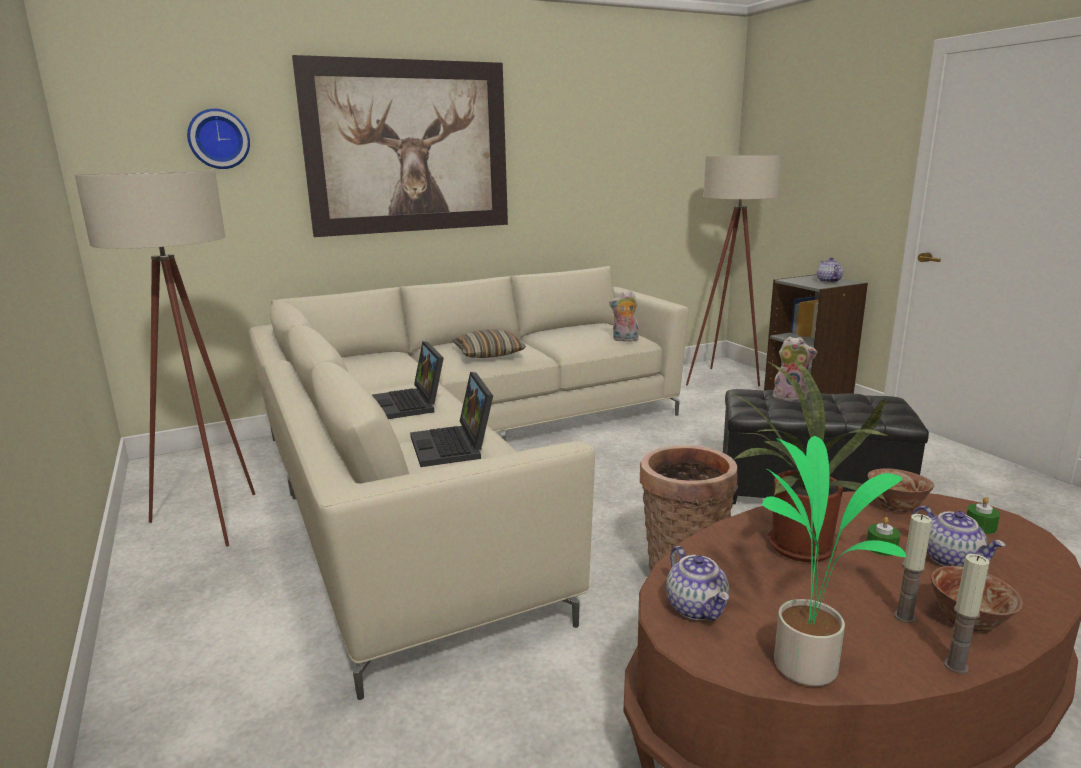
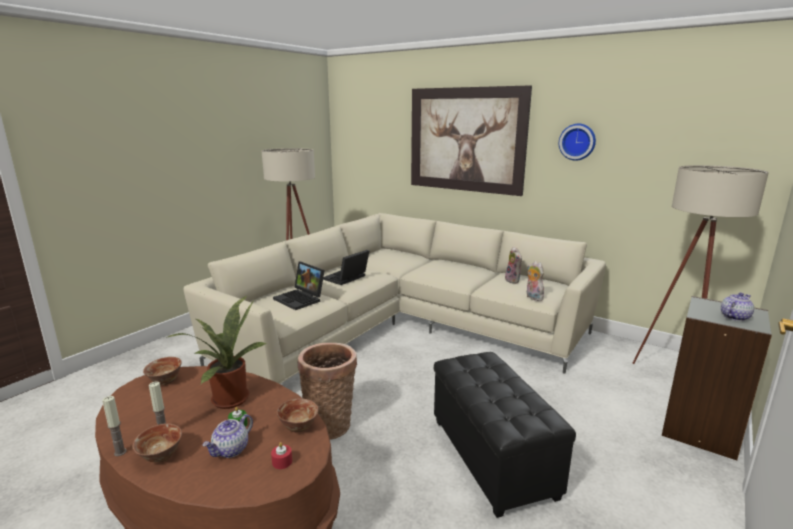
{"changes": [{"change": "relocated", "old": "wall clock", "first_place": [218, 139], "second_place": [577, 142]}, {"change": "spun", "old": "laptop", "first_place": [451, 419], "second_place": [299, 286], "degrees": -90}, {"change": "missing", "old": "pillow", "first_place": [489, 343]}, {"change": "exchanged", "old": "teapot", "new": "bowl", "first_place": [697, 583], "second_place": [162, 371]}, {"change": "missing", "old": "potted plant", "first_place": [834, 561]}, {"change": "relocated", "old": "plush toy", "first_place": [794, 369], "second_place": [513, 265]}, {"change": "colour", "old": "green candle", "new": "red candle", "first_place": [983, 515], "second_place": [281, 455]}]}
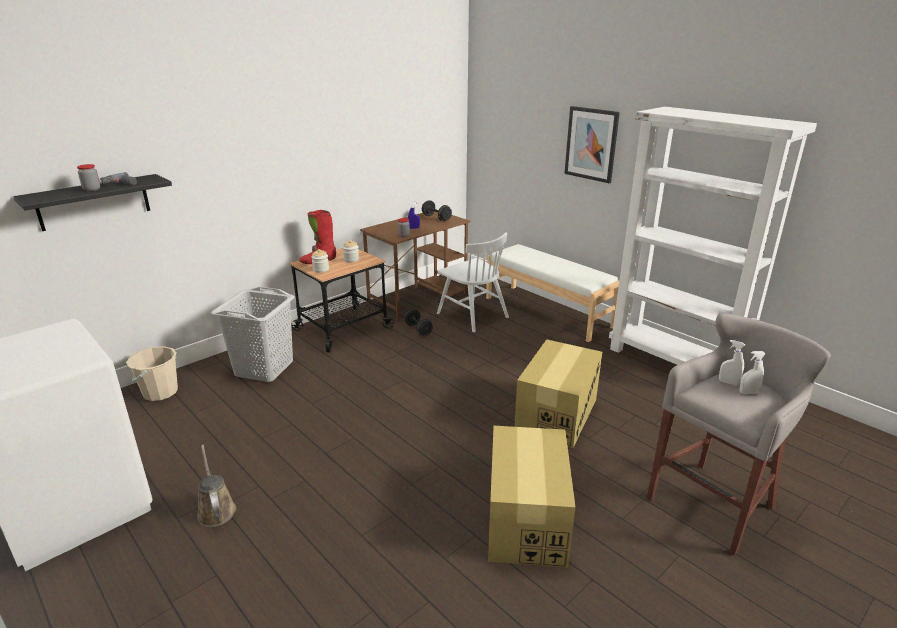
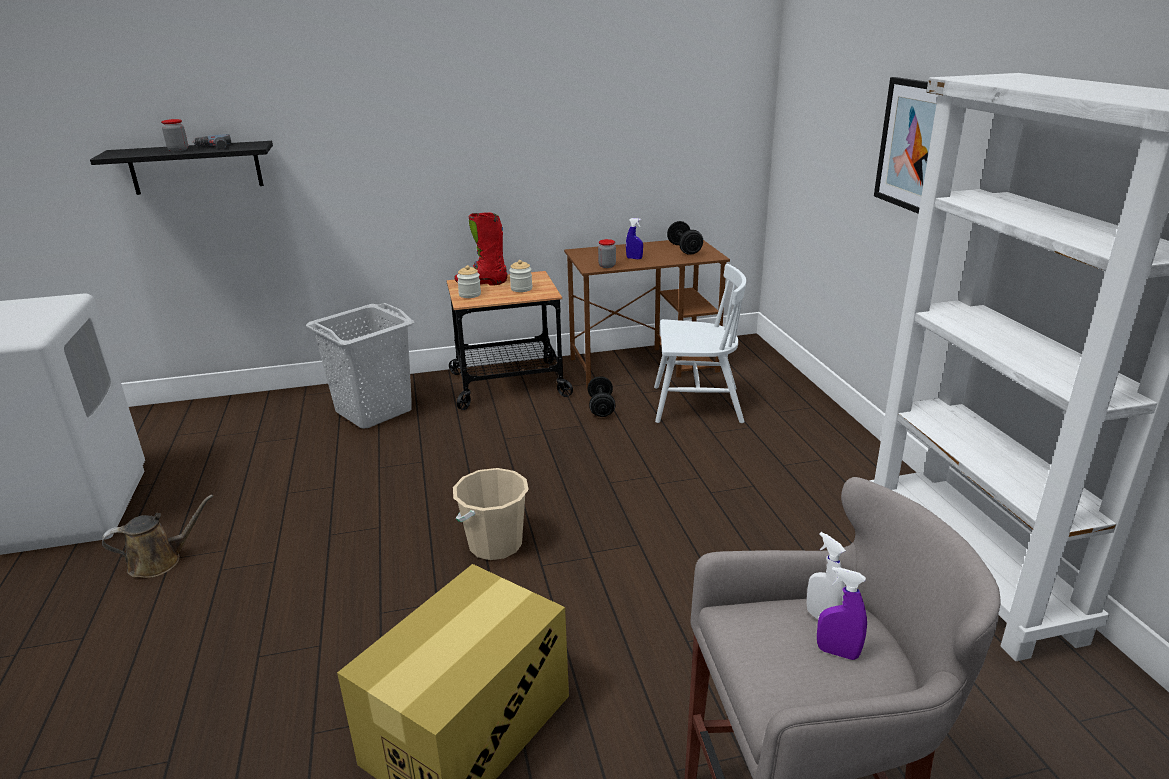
{"changes": [{"change": "relocated", "old": "beige bucket", "first_place": [152, 373], "second_place": [491, 514]}, {"change": "spun", "old": "brown watering can", "first_place": [216, 486], "second_place": [157, 536], "degrees": 60}, {"change": "spun", "old": "white chair", "first_place": [473, 282], "second_place": [700, 343], "degrees": -75}, {"change": "missing", "old": "white bench", "first_place": [553, 293]}, {"change": "missing", "old": "cardboard box", "first_place": [558, 393]}, {"change": "colour", "old": "white spray bottle", "new": "purple spray bottle", "first_place": [752, 372], "second_place": [842, 613]}]}
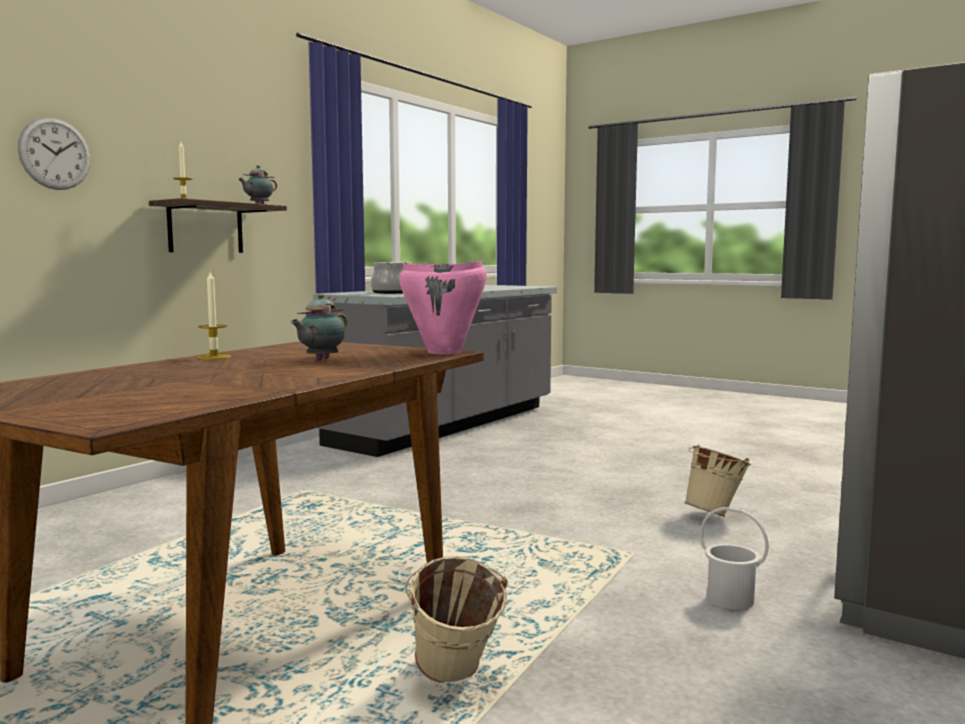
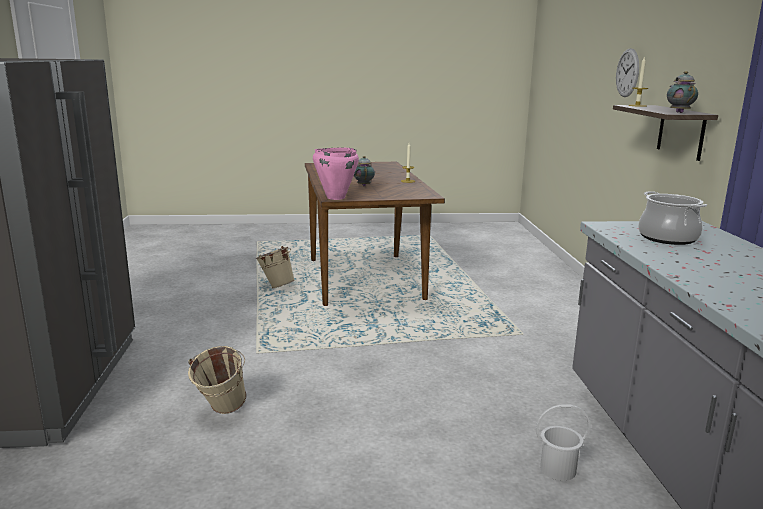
{"changes": [{"change": "relocated", "old": "white bucket", "first_place": [734, 558], "second_place": [563, 442]}]}
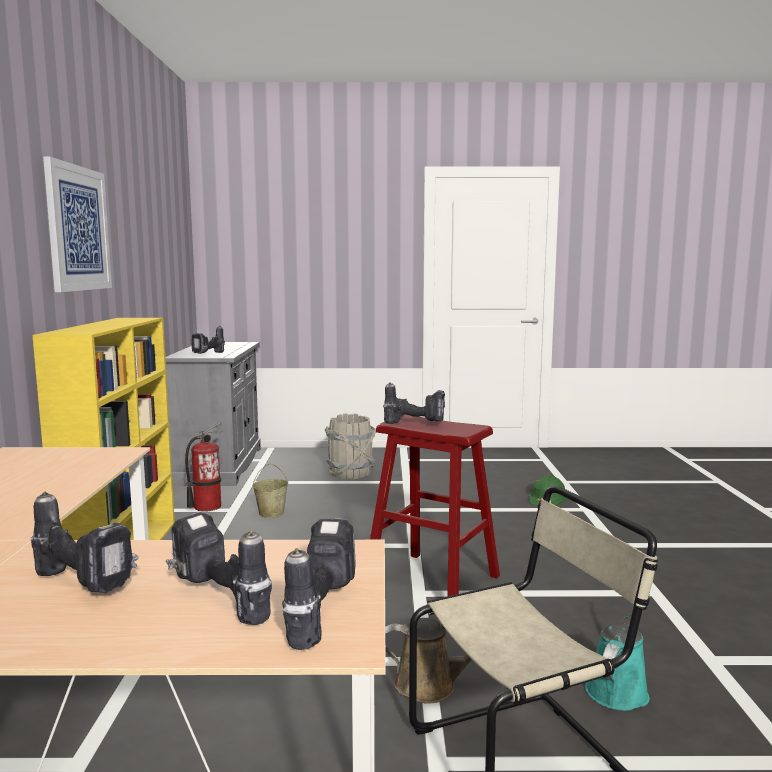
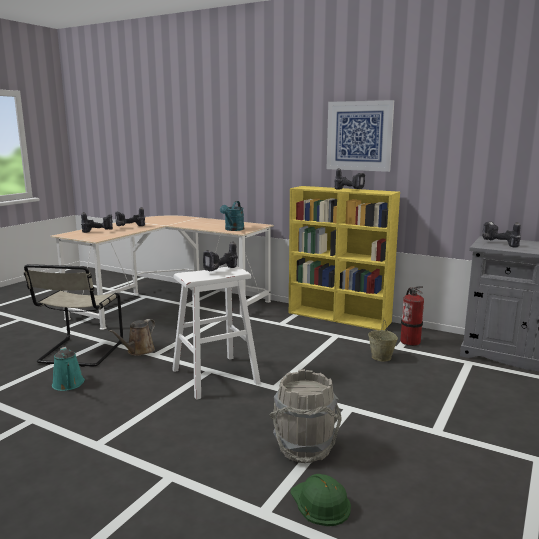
{"changes": [{"change": "relocated", "old": "power drill", "first_place": [319, 584], "second_place": [349, 179]}, {"change": "relocated", "old": "grey bucket", "first_place": [350, 446], "second_place": [306, 416]}, {"change": "colour", "old": "red stool", "new": "white stool", "first_place": [435, 505], "second_place": [216, 333]}, {"change": "appeared", "new": "turquoise watering can", "second_place": [232, 216]}]}
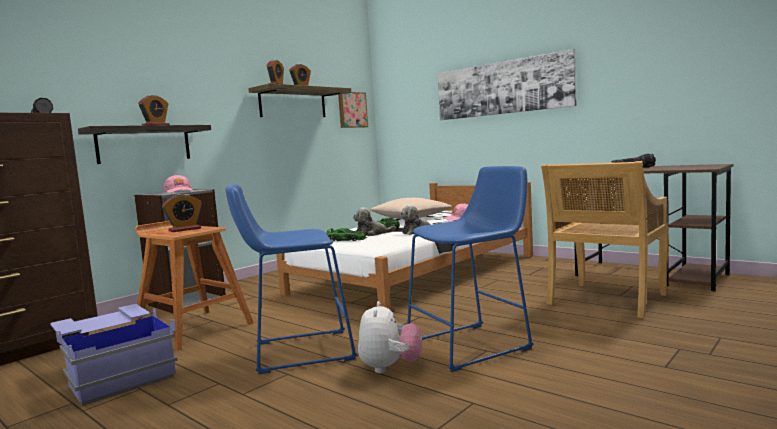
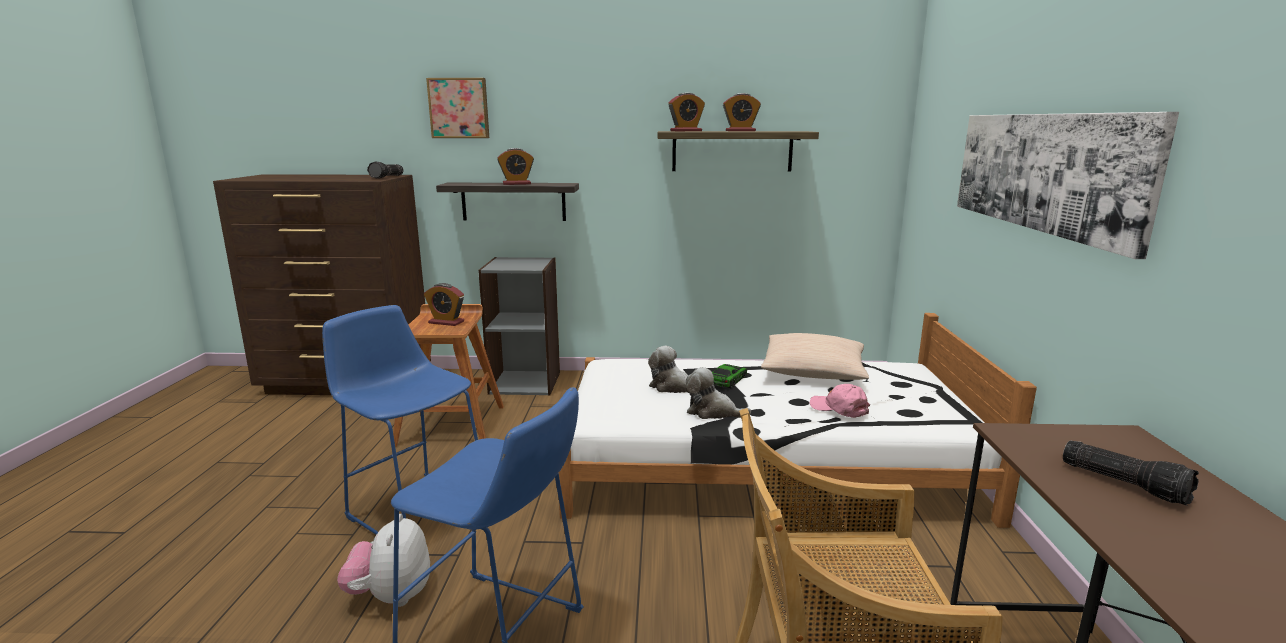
{"changes": [{"change": "missing", "old": "blue storage box", "first_place": [114, 355]}, {"change": "missing", "old": "pink cap", "first_place": [178, 184]}, {"change": "missing", "old": "toy car", "first_place": [346, 234]}, {"change": "relocated", "old": "picture", "first_place": [353, 110], "second_place": [457, 108]}, {"change": "spun", "old": "plush toy", "first_place": [390, 337], "second_place": [383, 560], "degrees": 120}]}
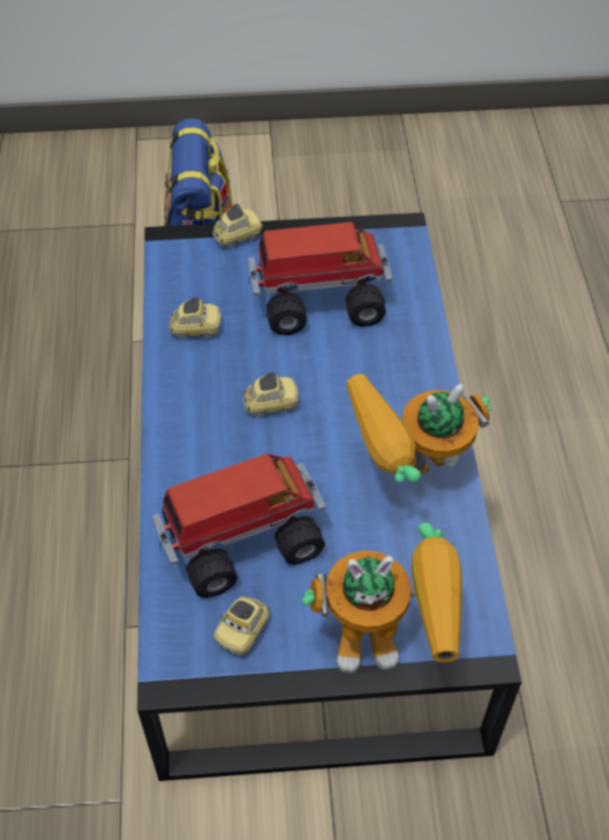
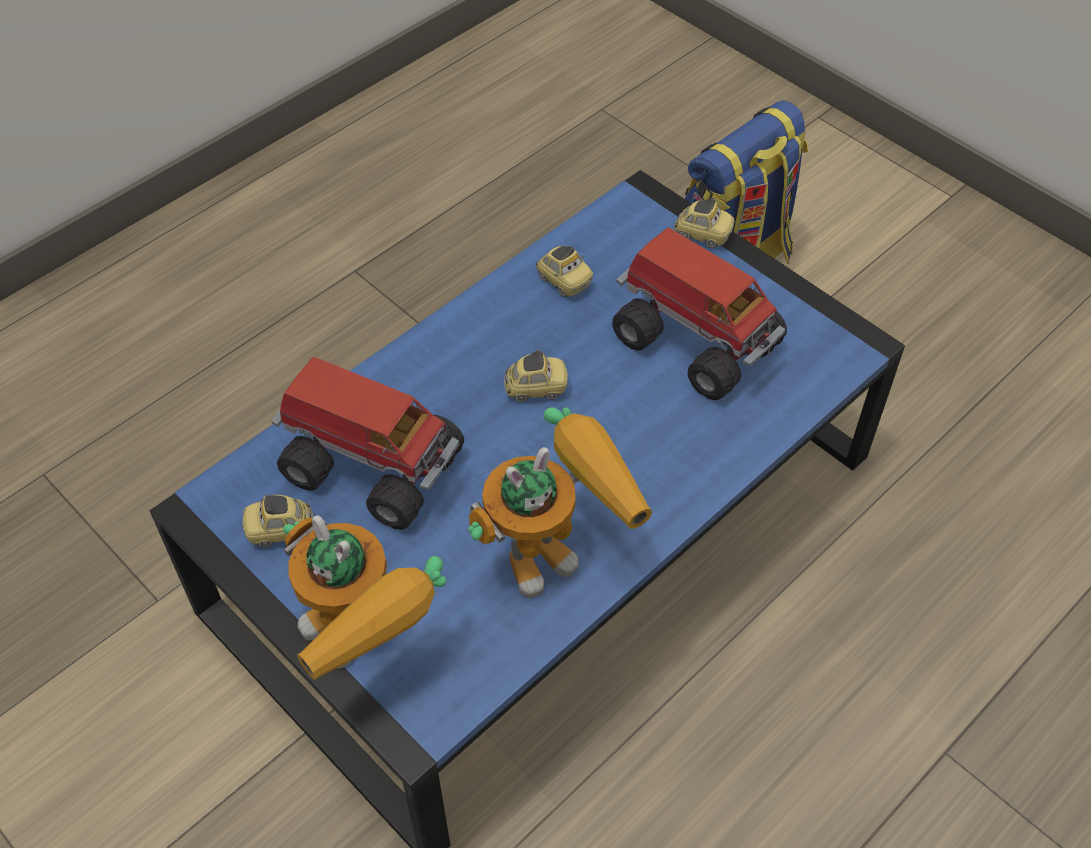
{"changes": [{"change": "spun", "old": "toy car", "first_place": [270, 394], "second_place": [536, 376], "degrees": -45}, {"change": "spun", "old": "toy robot", "first_place": [418, 428], "second_place": [560, 502], "degrees": 120}]}
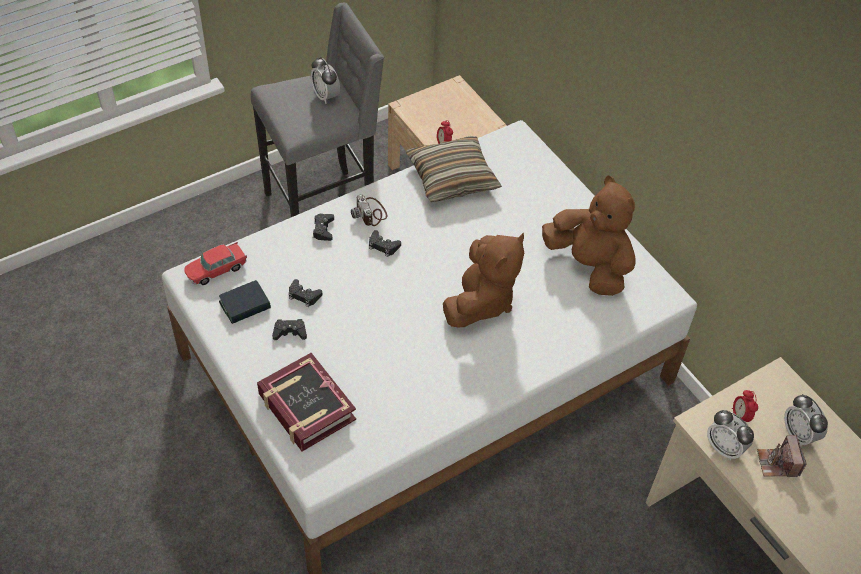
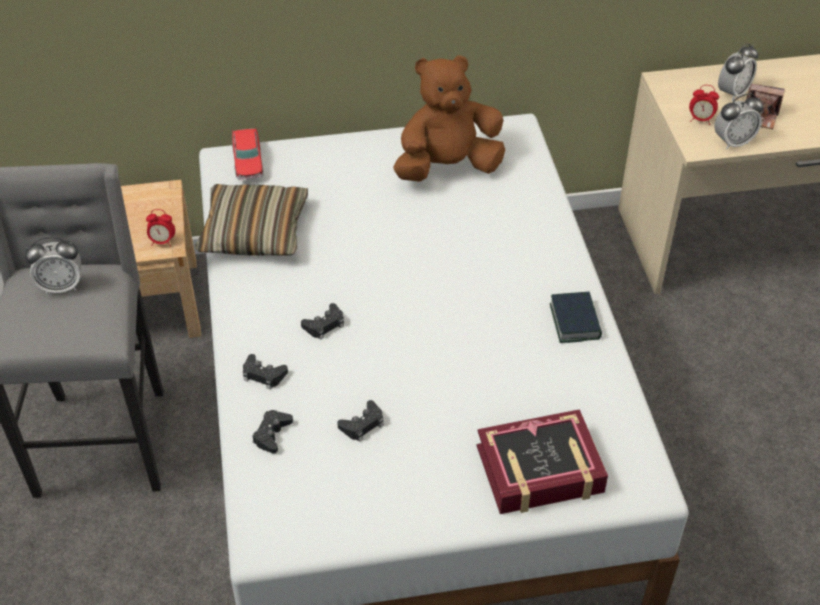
{"changes": [{"change": "relocated", "old": "toy car", "first_place": [215, 263], "second_place": [247, 153]}, {"change": "relocated", "old": "book", "first_place": [245, 302], "second_place": [576, 317]}, {"change": "relocated", "old": "black game controller", "first_place": [289, 329], "second_place": [273, 431]}, {"change": "missing", "old": "photo camera", "first_place": [369, 210]}, {"change": "missing", "old": "brown plush toy", "first_place": [483, 280]}, {"change": "spun", "old": "alarm clock", "first_place": [806, 420], "second_place": [738, 72], "degrees": -45}]}
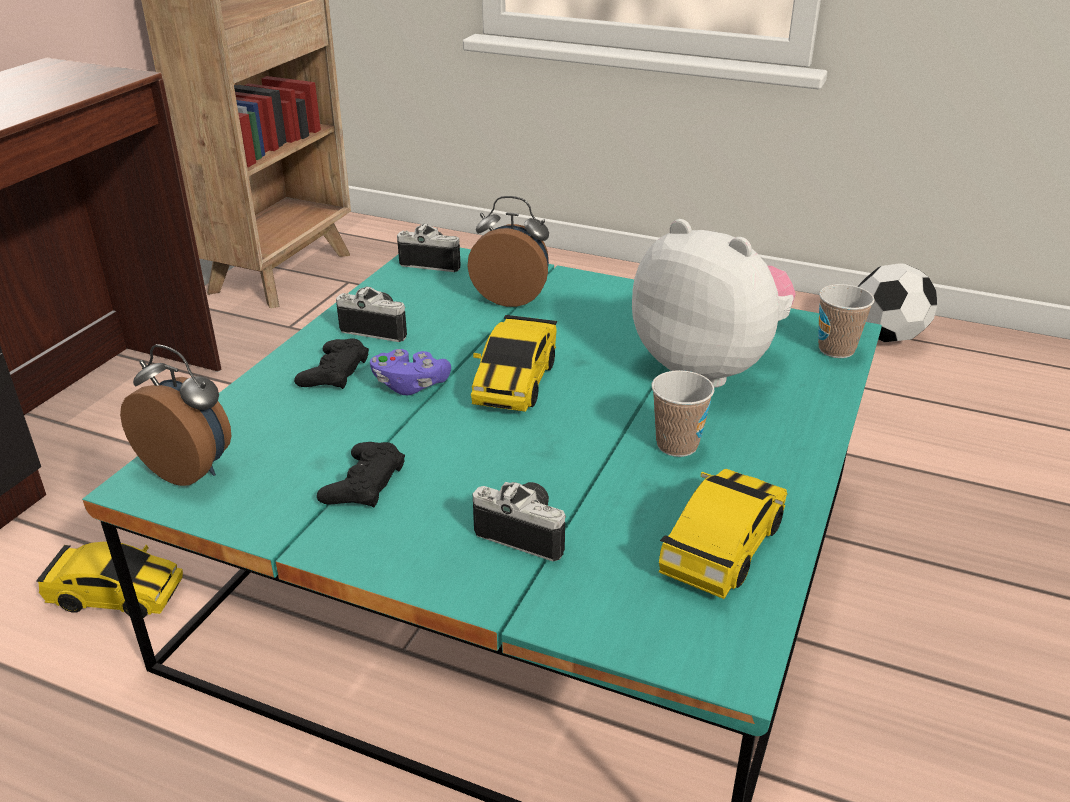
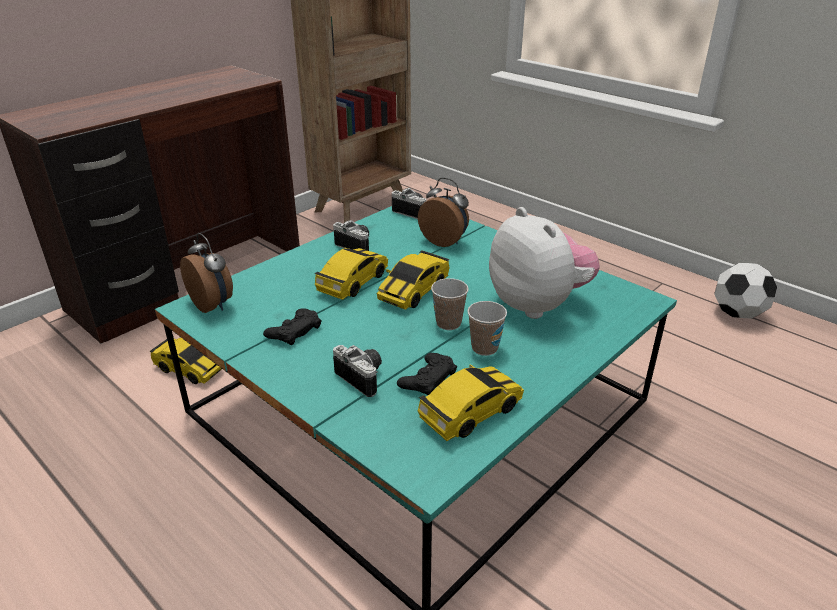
{"changes": [{"change": "relocated", "old": "black game controller", "first_place": [331, 363], "second_place": [427, 374]}, {"change": "exchanged", "old": "purple game controller", "new": "toy car", "first_place": [410, 372], "second_place": [351, 274]}, {"change": "relocated", "old": "cup", "first_place": [846, 321], "second_place": [450, 304]}]}
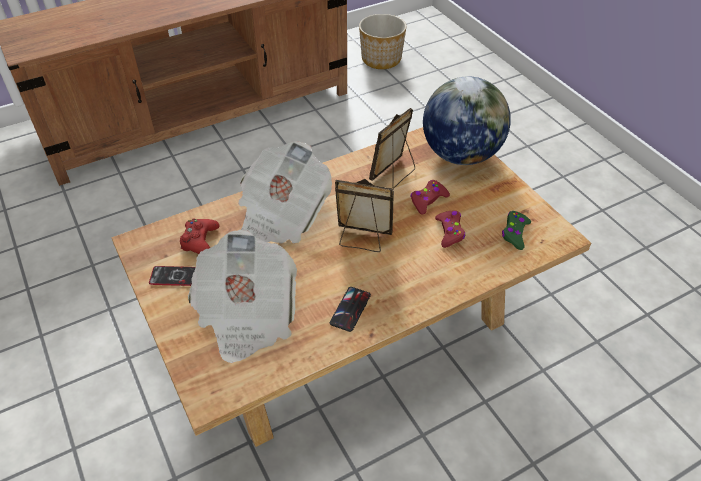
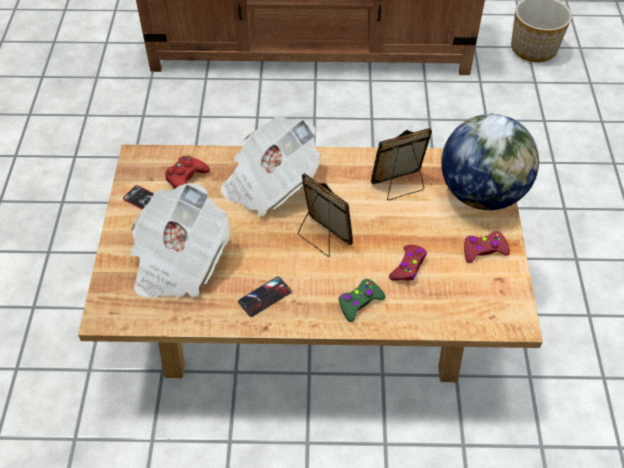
{"changes": [{"change": "relocated", "old": "red game controller", "first_place": [430, 197], "second_place": [487, 247]}, {"change": "relocated", "old": "green game controller", "first_place": [516, 230], "second_place": [362, 300]}]}
